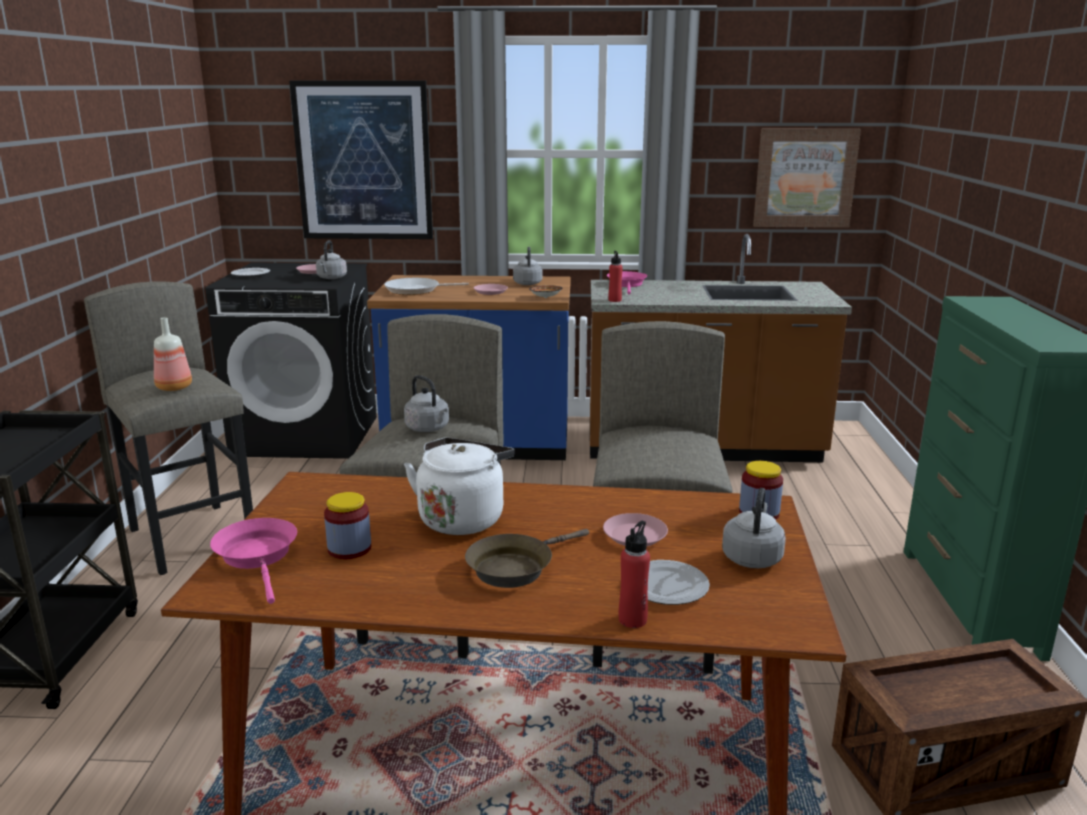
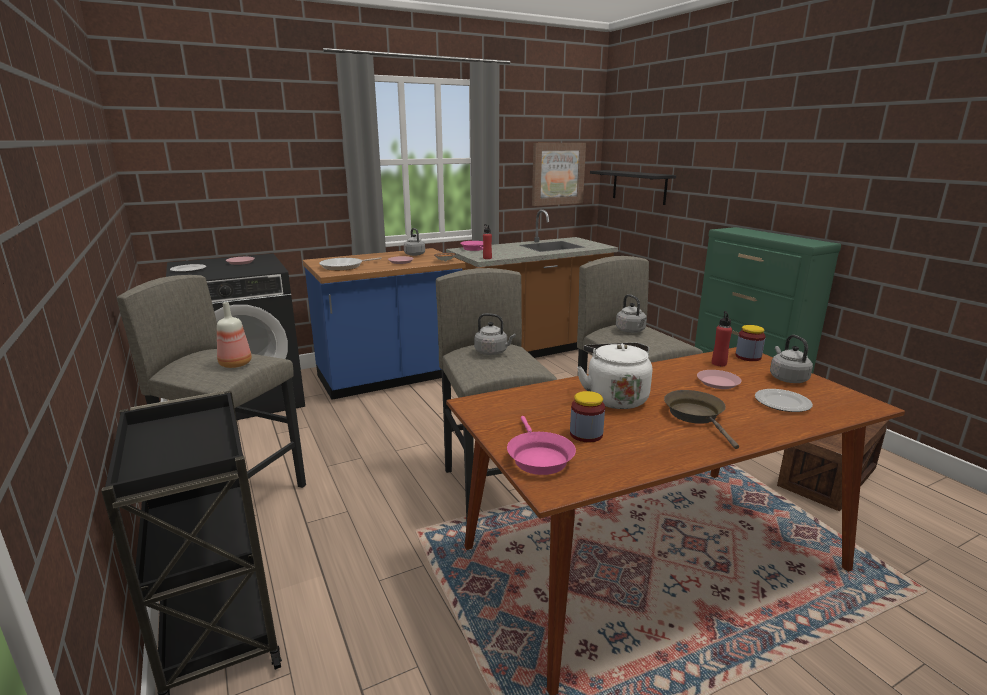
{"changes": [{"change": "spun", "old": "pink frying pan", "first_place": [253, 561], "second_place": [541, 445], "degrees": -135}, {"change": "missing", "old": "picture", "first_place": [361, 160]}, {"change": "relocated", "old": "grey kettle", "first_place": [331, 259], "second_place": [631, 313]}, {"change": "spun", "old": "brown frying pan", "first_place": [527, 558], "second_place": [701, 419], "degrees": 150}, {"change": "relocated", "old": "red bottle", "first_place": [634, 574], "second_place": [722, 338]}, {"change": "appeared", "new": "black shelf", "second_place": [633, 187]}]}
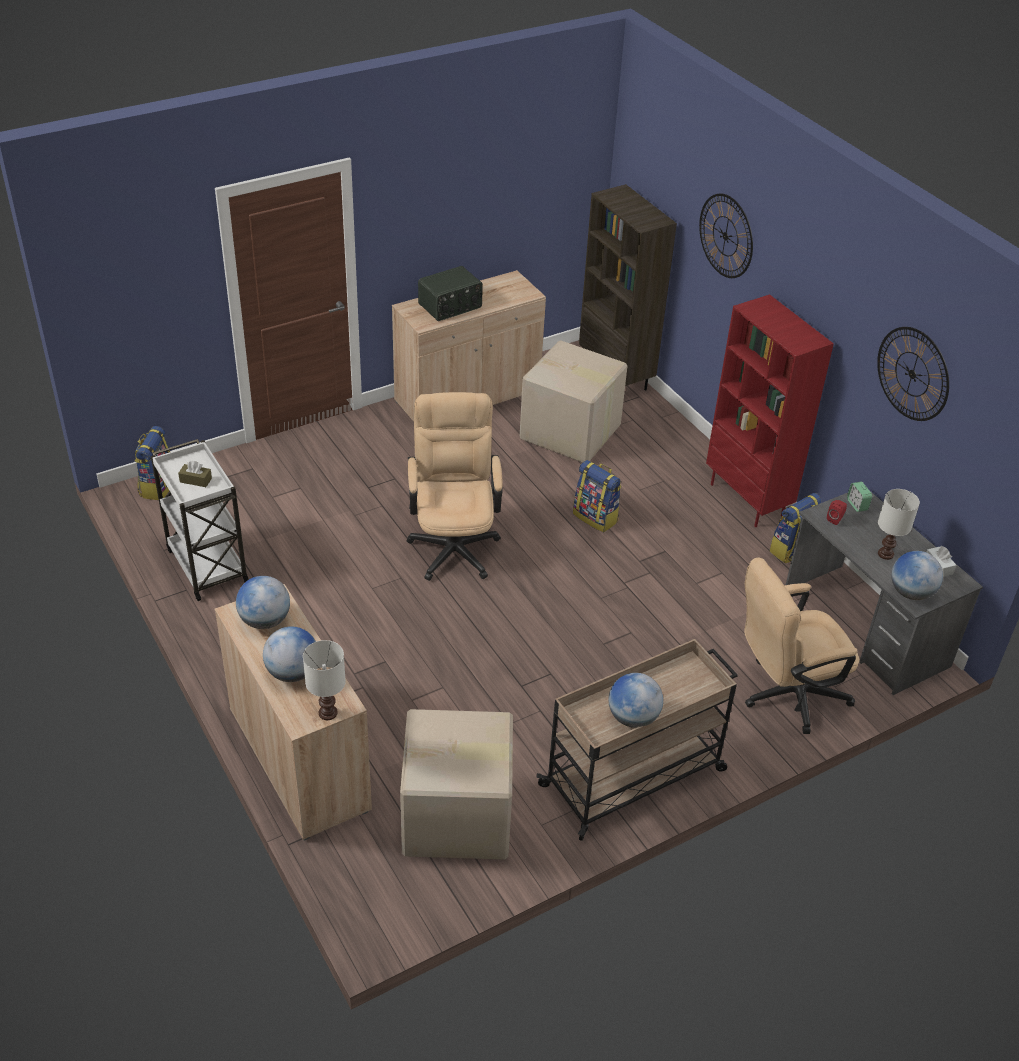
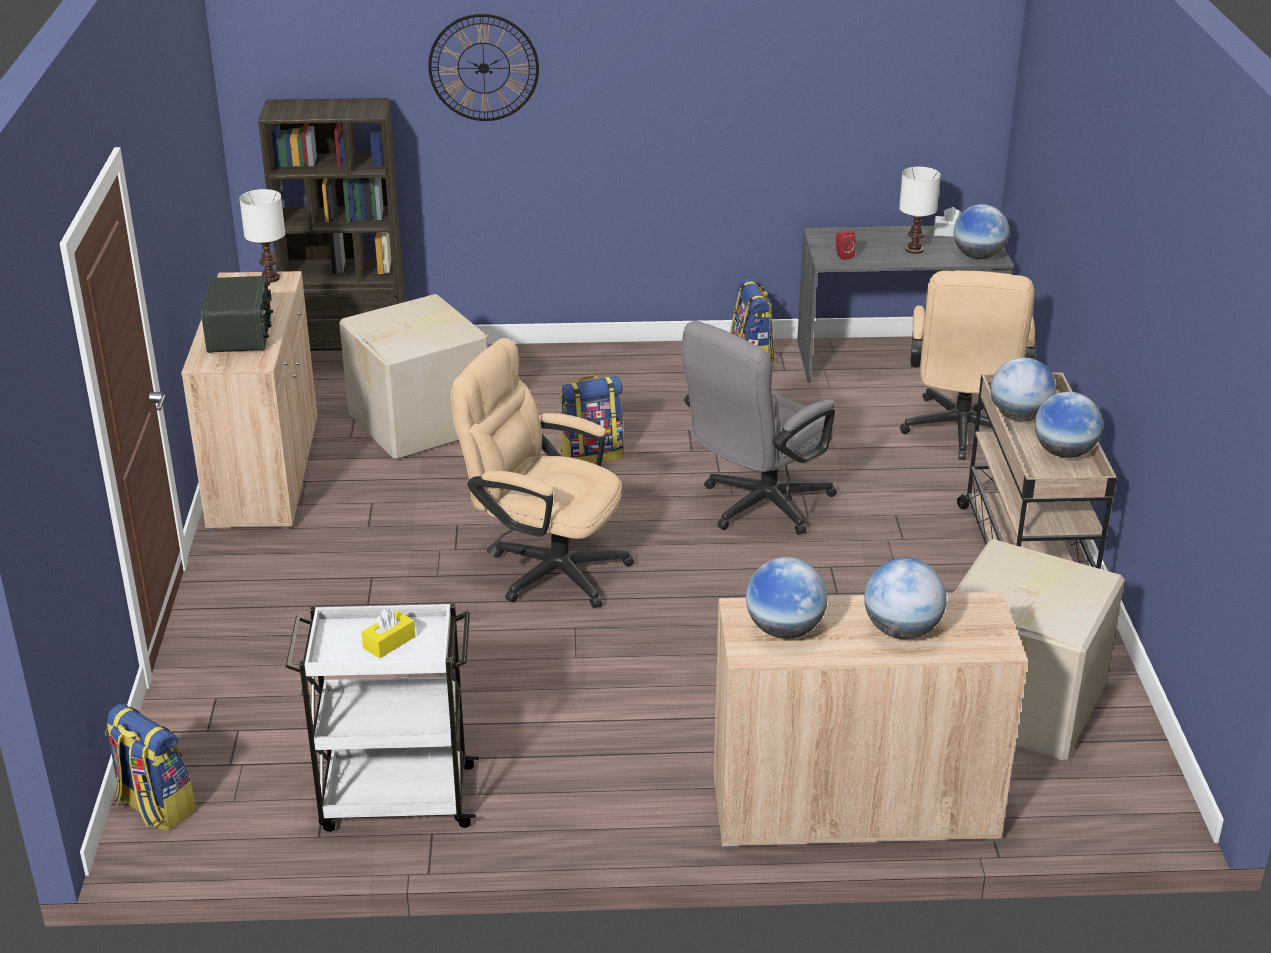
{"changes": [{"change": "colour", "old": "brown tissue box", "new": "yellow tissue box", "first_place": [195, 474], "second_place": [388, 633]}, {"change": "relocated", "old": "white table lamp", "first_place": [324, 680], "second_place": [262, 236]}, {"change": "missing", "old": "red bookcase", "first_place": [770, 411]}, {"change": "missing", "old": "alarm clock", "first_place": [859, 497]}, {"change": "missing", "old": "wall clock", "first_place": [913, 374]}, {"change": "appeared", "new": "grey office chair", "second_place": [759, 428]}, {"change": "appeared", "new": "globe", "second_place": [1023, 389]}]}
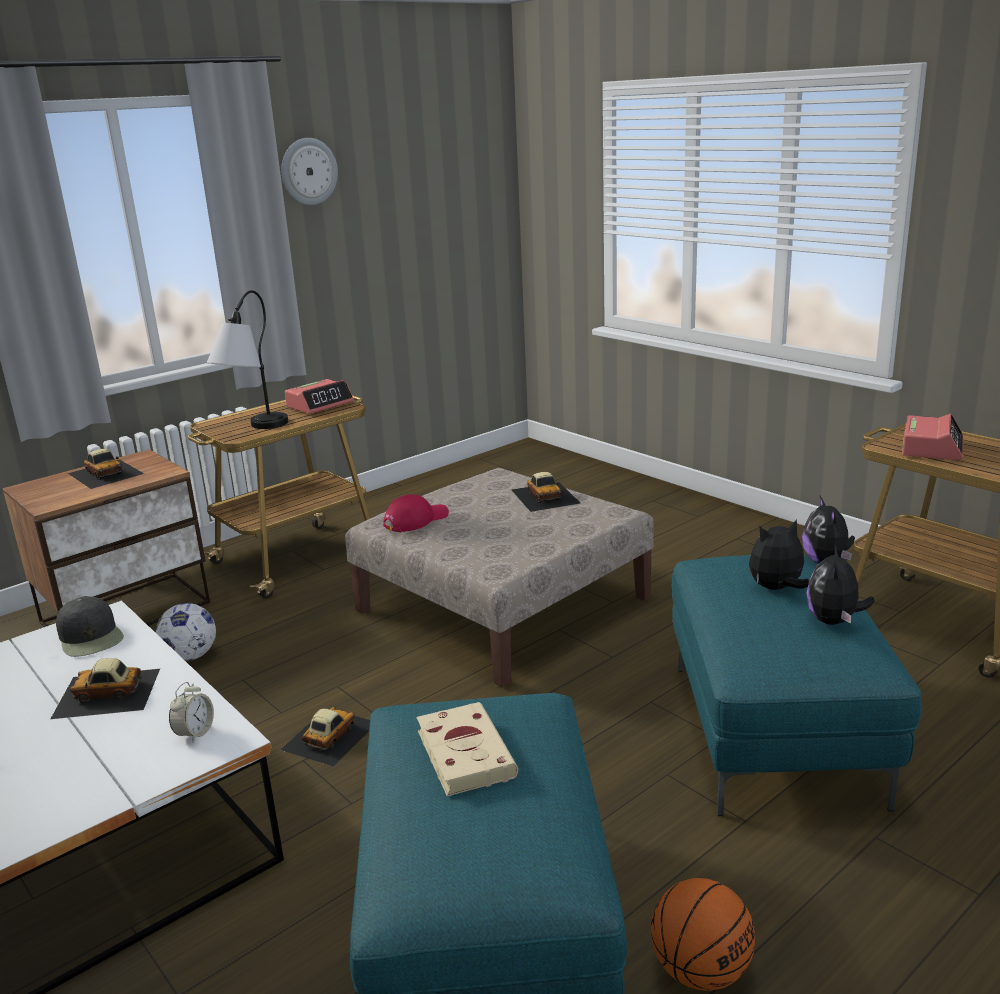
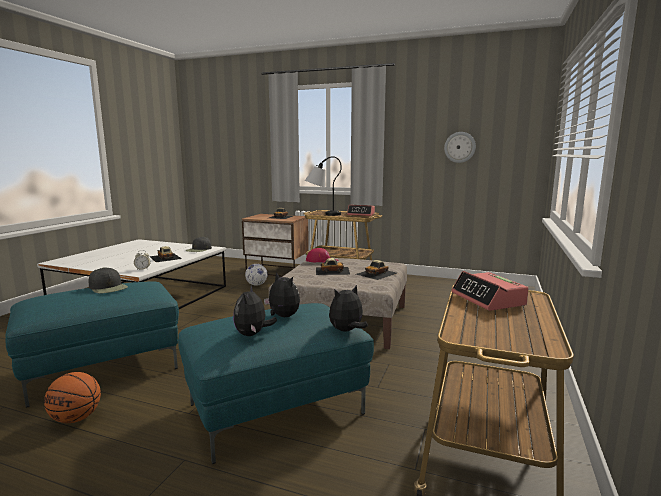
{"changes": [{"change": "relocated", "old": "toy car", "first_place": [325, 737], "second_place": [333, 266]}, {"change": "relocated", "old": "wall clock", "first_place": [309, 171], "second_place": [460, 147]}, {"change": "exchanged", "old": "beige book", "new": "black cap", "first_place": [467, 749], "second_place": [108, 280]}, {"change": "spun", "old": "plush toy", "first_place": [840, 584], "second_place": [255, 311], "degrees": -75}, {"change": "spun", "old": "alarm clock", "first_place": [932, 437], "second_place": [490, 291], "degrees": 75}]}
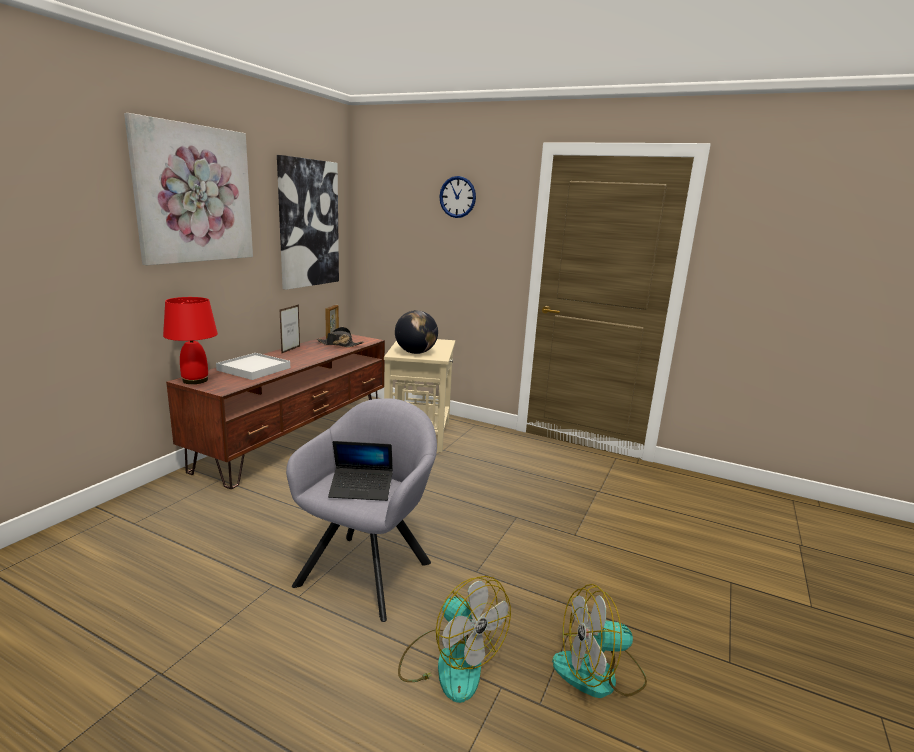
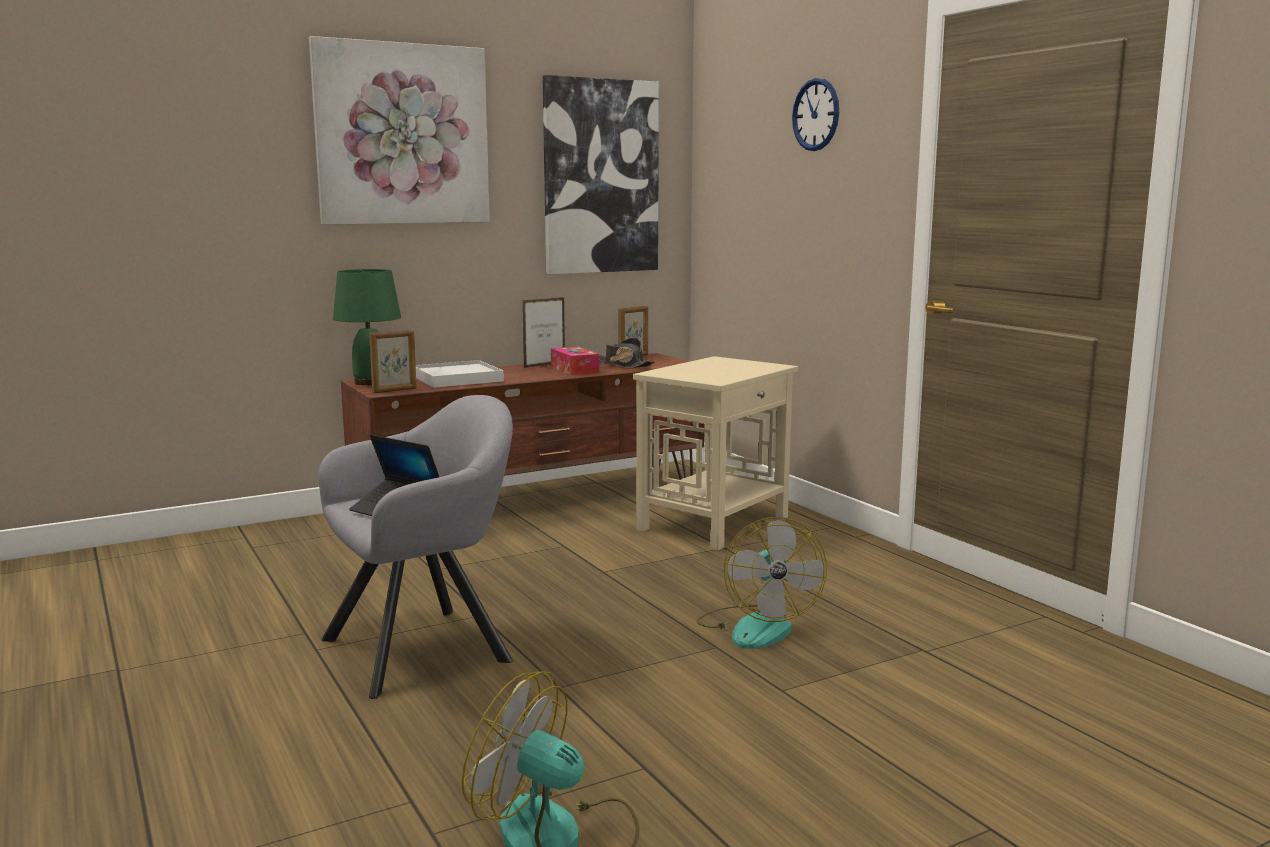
{"changes": [{"change": "colour", "old": "red table lamp", "new": "green table lamp", "first_place": [190, 340], "second_place": [367, 327]}, {"change": "missing", "old": "globe", "first_place": [416, 332]}, {"change": "relocated", "old": "fan", "first_place": [454, 639], "second_place": [761, 583]}, {"change": "appeared", "new": "picture frame", "second_place": [393, 361]}, {"change": "appeared", "new": "tissue box", "second_place": [575, 360]}]}
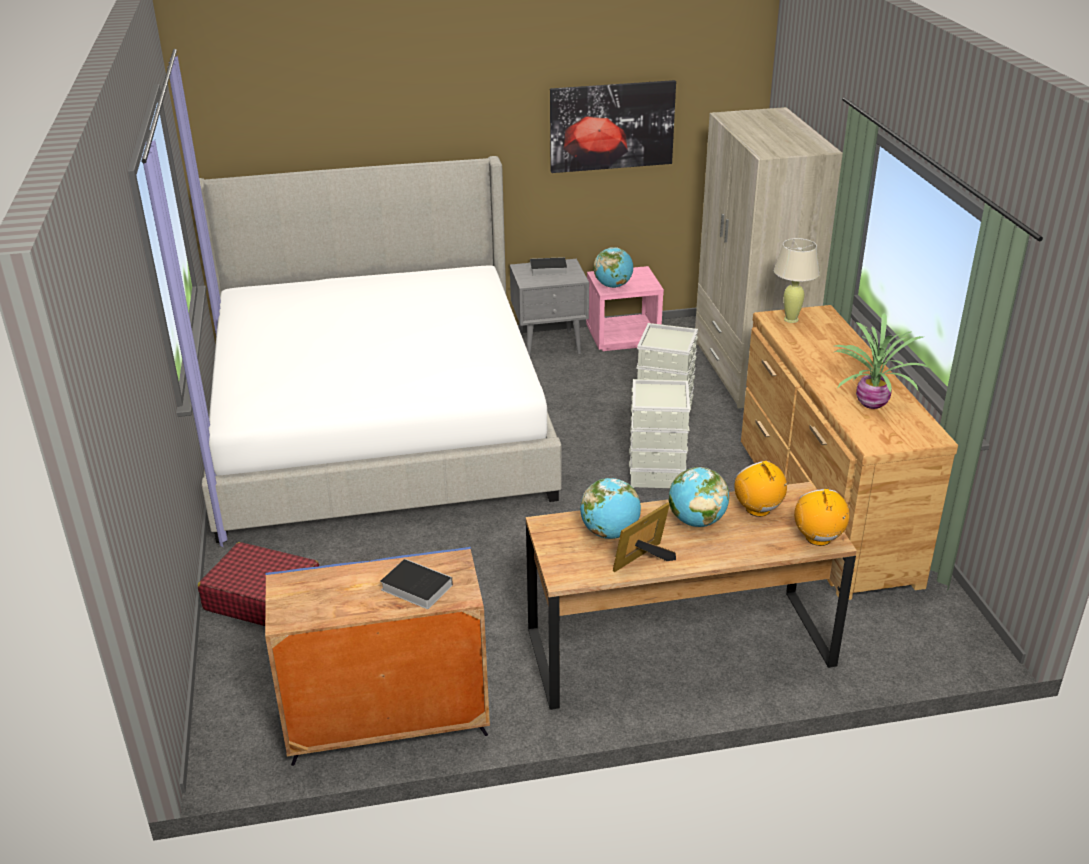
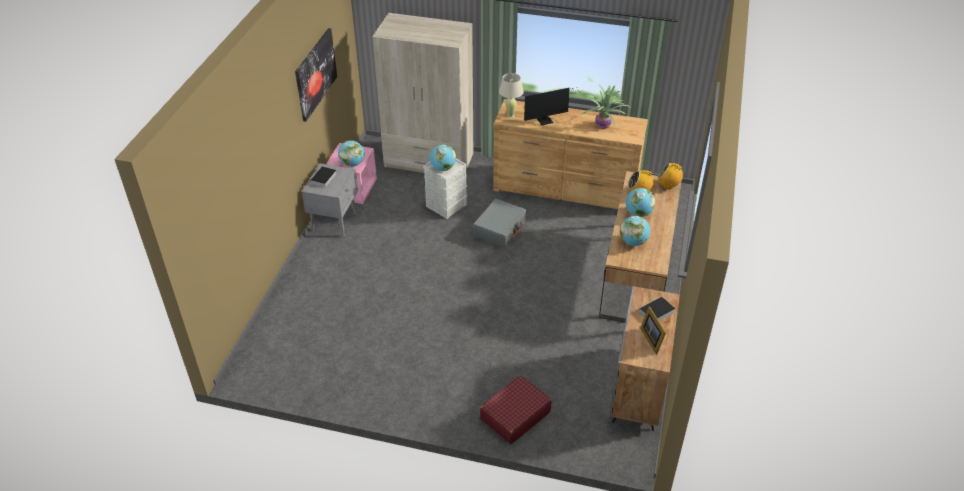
{"changes": [{"change": "missing", "old": "bed", "first_place": [380, 349]}, {"change": "colour", "old": "blue cabinet", "new": "grey cabinet", "first_place": [377, 656], "second_place": [645, 358]}, {"change": "relocated", "old": "picture frame", "first_place": [644, 537], "second_place": [653, 331]}, {"change": "exchanged", "old": "grey storage box", "new": "grey suitcase", "first_place": [660, 433], "second_place": [500, 223]}, {"change": "appeared", "new": "globe", "second_place": [443, 157]}, {"change": "appeared", "new": "monitor", "second_place": [550, 107]}]}
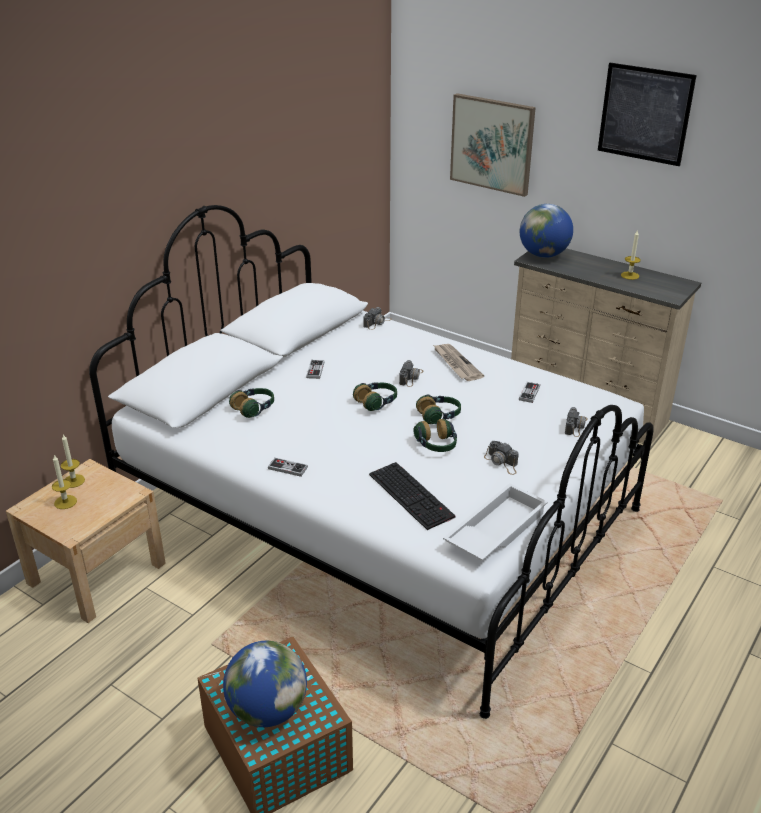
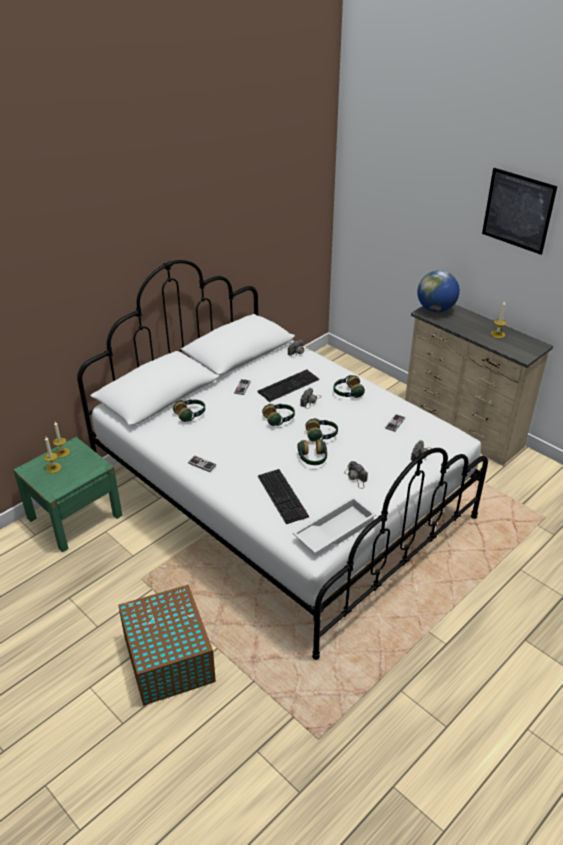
{"changes": [{"change": "colour", "old": "beige nightstand", "new": "green nightstand", "first_place": [86, 541], "second_place": [68, 494]}, {"change": "missing", "old": "globe", "first_place": [265, 684]}, {"change": "exchanged", "old": "newspaper", "new": "headphones", "first_place": [458, 362], "second_place": [349, 386]}, {"change": "missing", "old": "picture", "first_place": [493, 145]}, {"change": "appeared", "new": "keyboard", "second_place": [288, 386]}]}
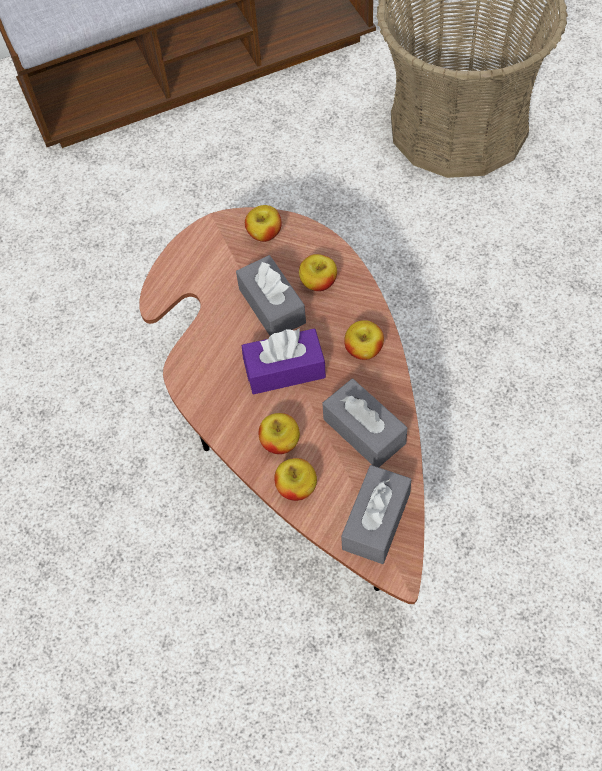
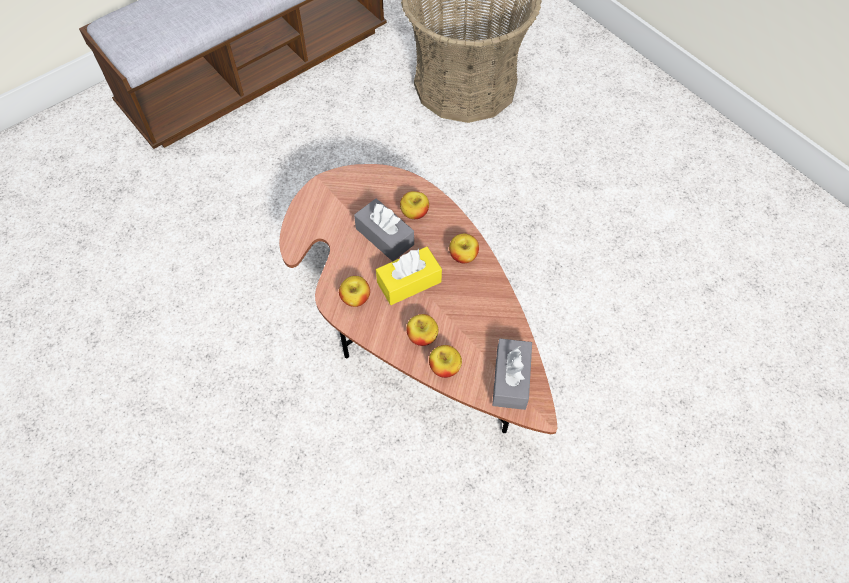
{"changes": [{"change": "colour", "old": "purple tissue box", "new": "yellow tissue box", "first_place": [284, 361], "second_place": [409, 276]}, {"change": "relocated", "old": "apple", "first_place": [263, 223], "second_place": [354, 291]}, {"change": "missing", "old": "grey tissue box", "first_place": [364, 423]}]}
